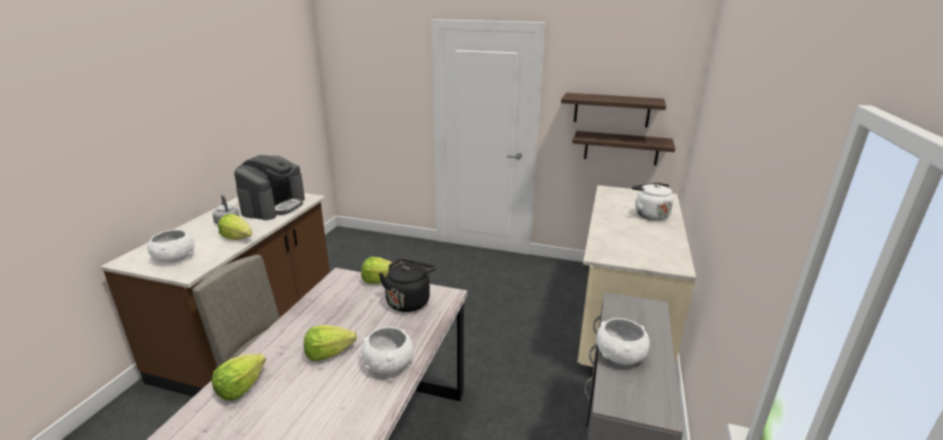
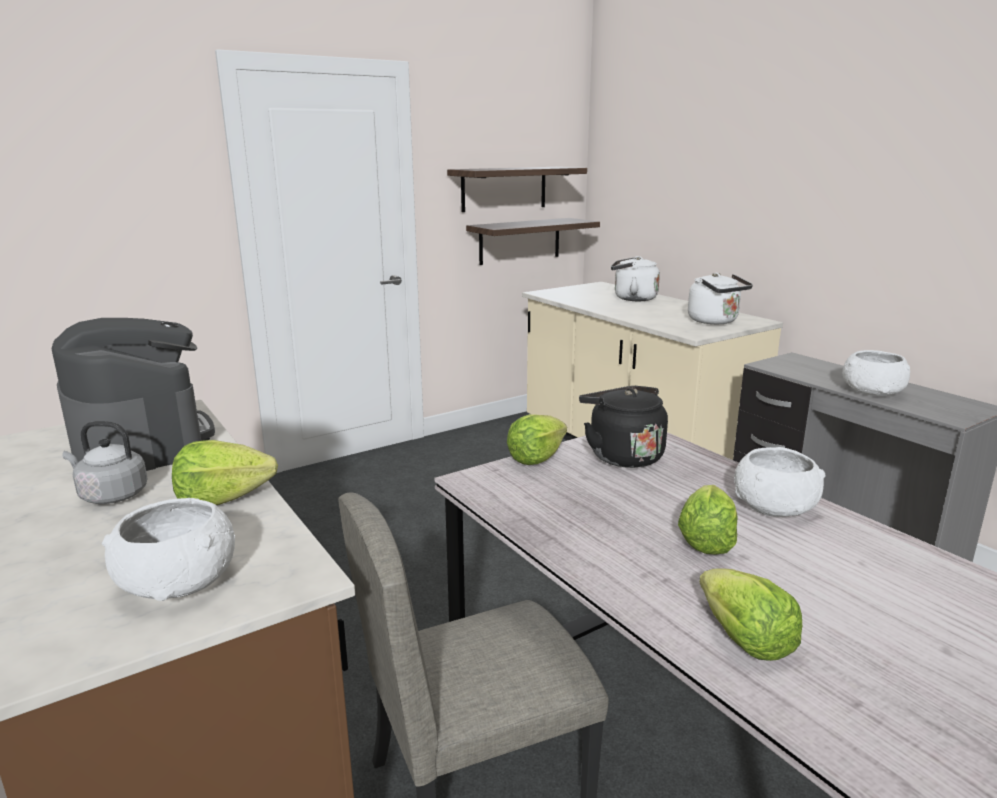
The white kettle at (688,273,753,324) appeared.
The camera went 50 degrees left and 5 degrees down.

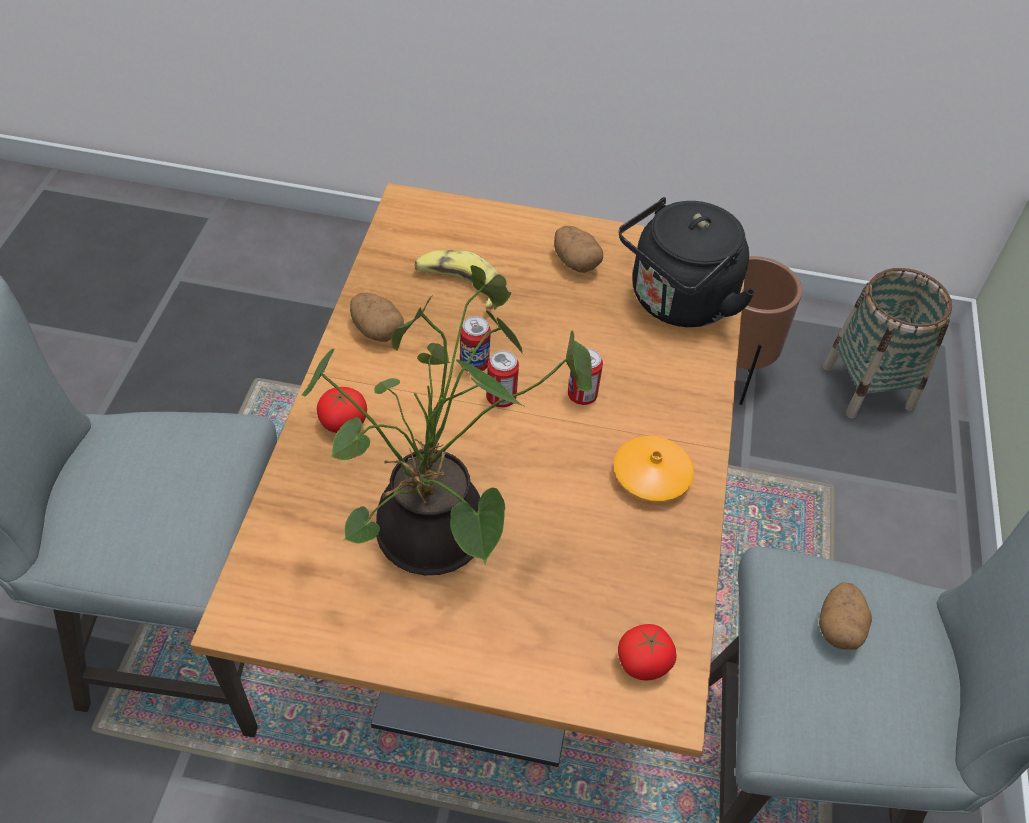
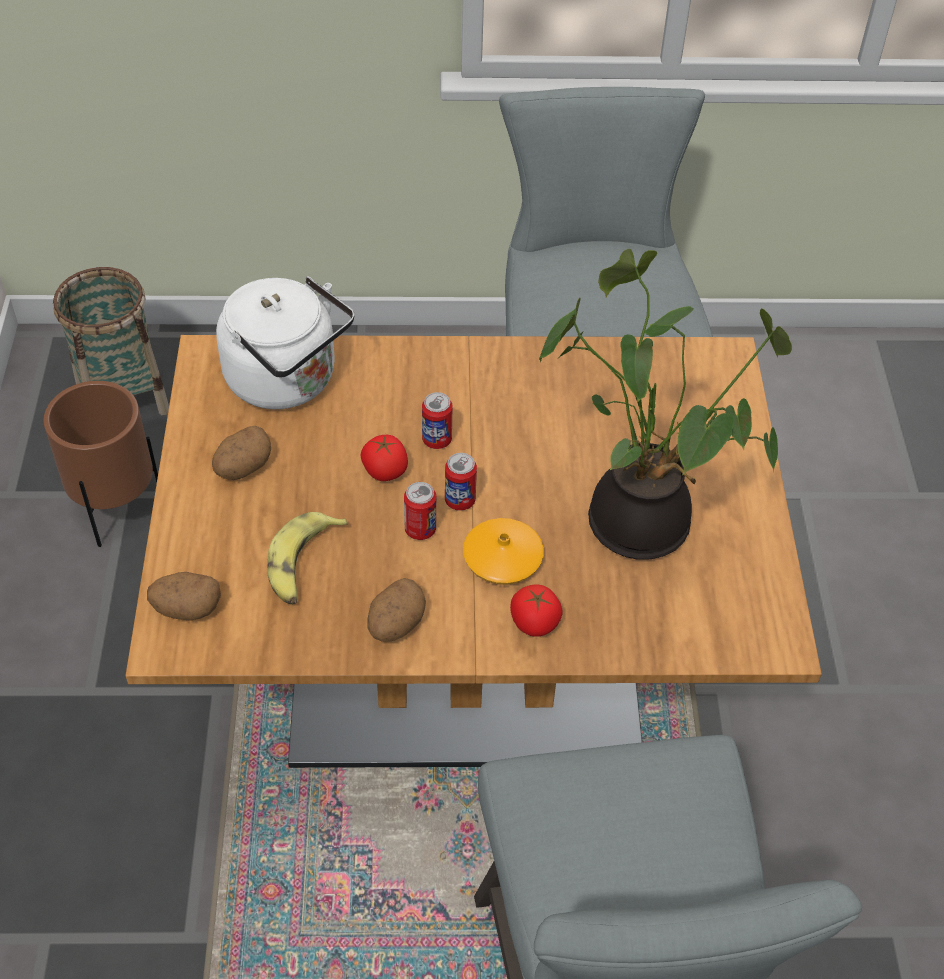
The orange vase moved from (614,436,694,503) to (463,518,544,585).
The tomato moved from (618,624,677,680) to (360,434,408,481).
The potato moved from (819,582,872,650) to (147,572,221,621).
The black kettle at (619,197,756,327) became the white kettle at (216,276,354,409).
The camera went 100 degrees left and 0 degrees up.

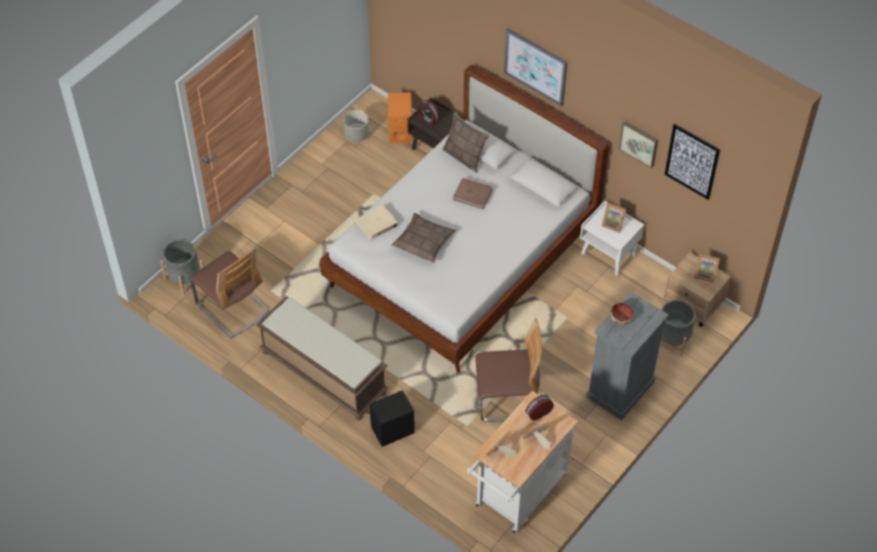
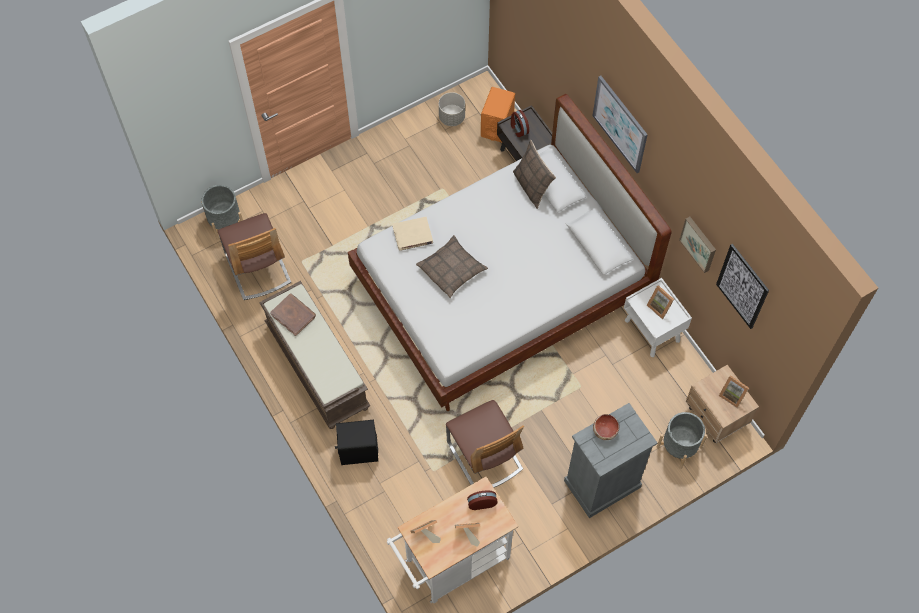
The brown book moved from (453,178,493,209) to (270,294,316,336).
The chair at (475,318,542,422) turned 45 degrees clockwise.
The camera went 20 degrees right and 10 degrees up.

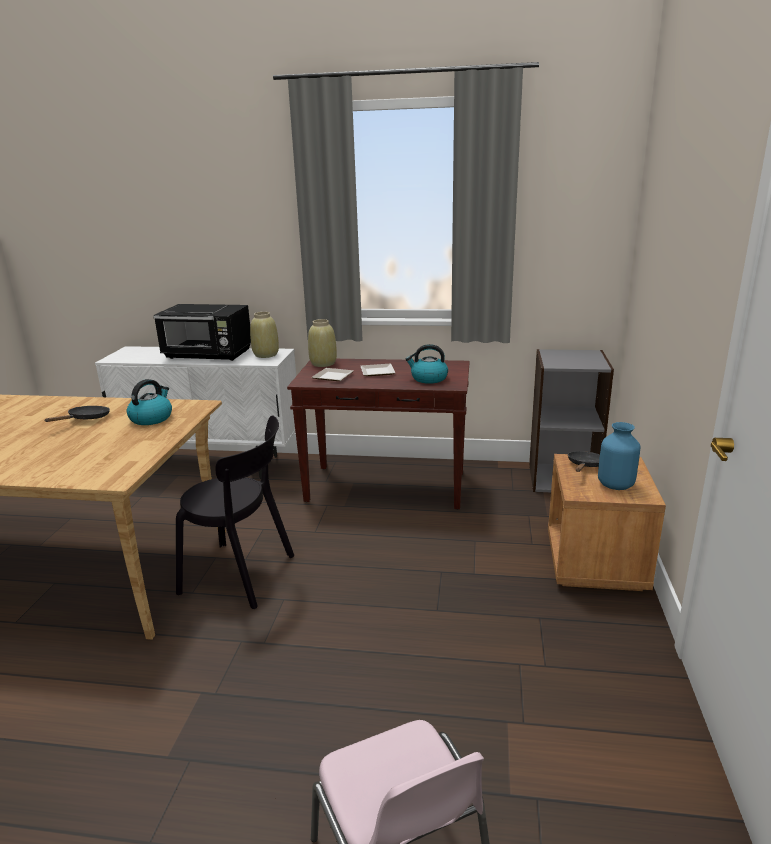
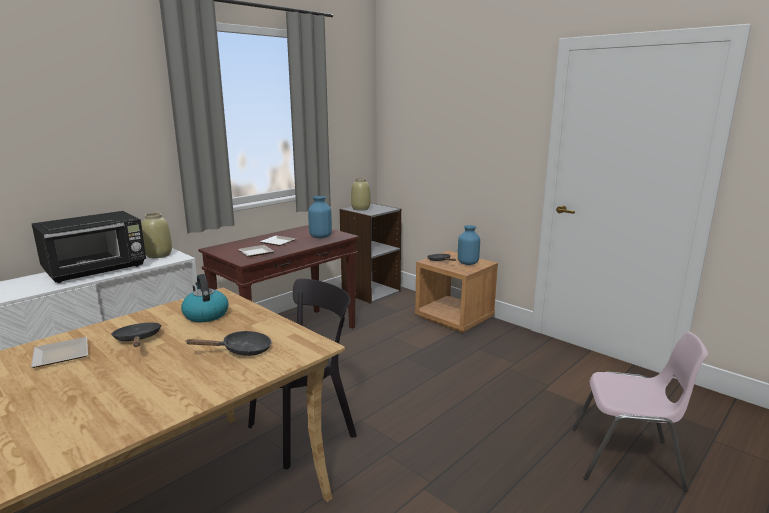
The plate at (31,337,88,368) appeared.
The black frying pan at (185,331,272,356) appeared.
The beige vase moved from (308,319,337,367) to (351,178,370,211).
The kettle at (405,344,448,384) was replaced by the blue vase at (308,196,332,238).
The camera went 55 degrees left and 5 degrees down.

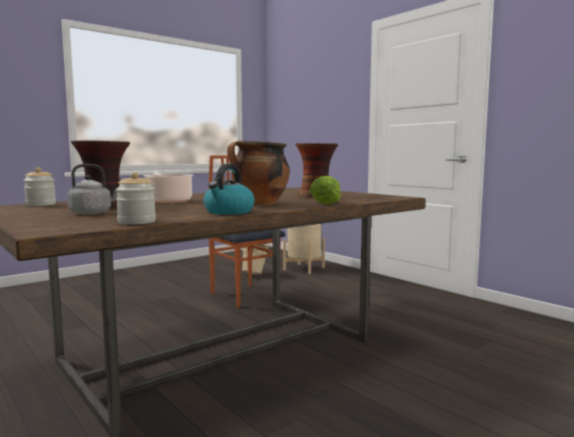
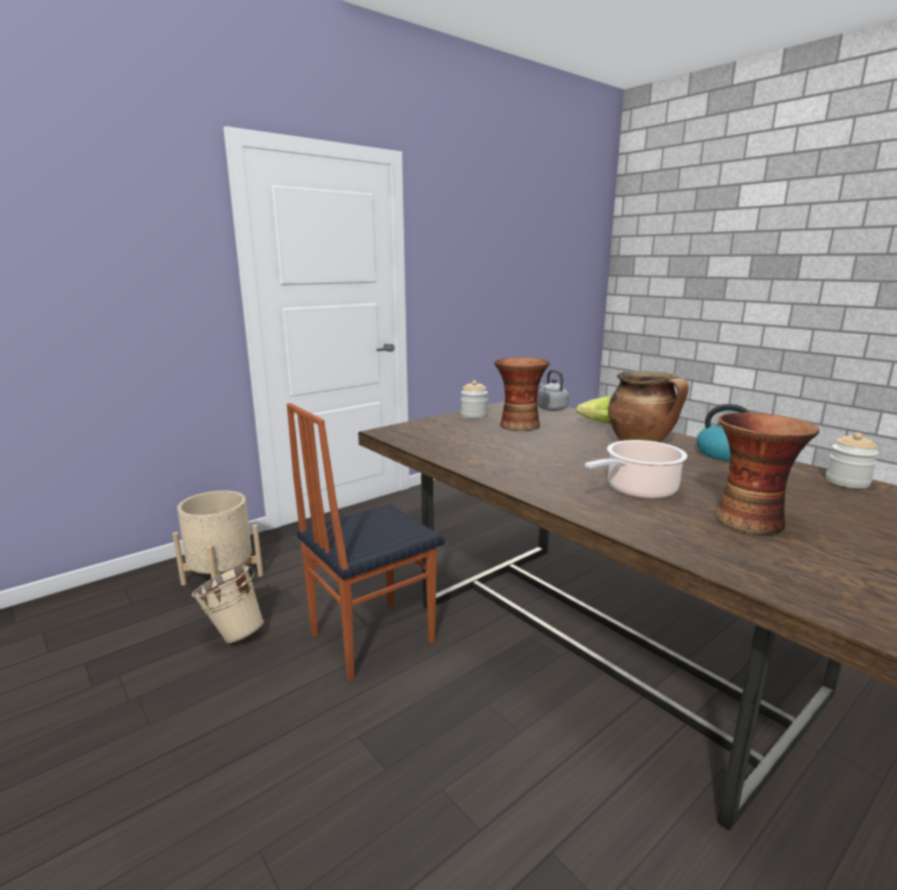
The jar moved from (23,167,56,206) to (461,380,488,419).
The grey kettle moved from (67,164,118,215) to (537,370,569,411).
The camera went 90 degrees left and 10 degrees up.

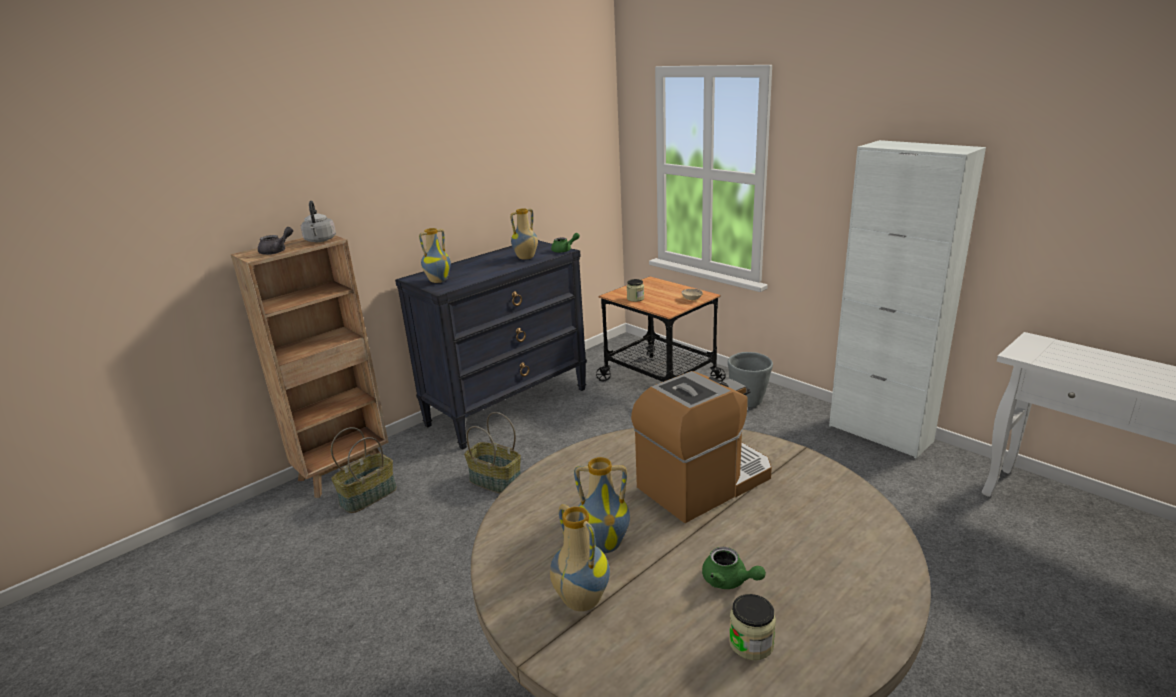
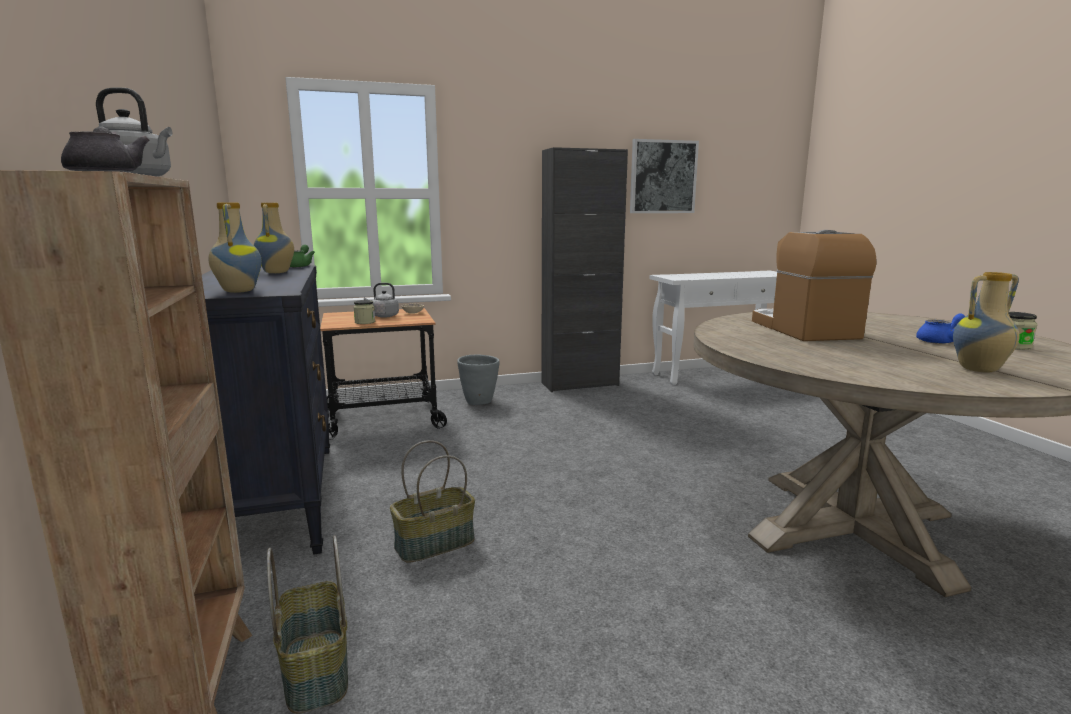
The vase at (574,457,630,553) disappeared.
The grey kettle at (364,283,399,318) appeared.
The picture at (630,139,699,213) appeared.
The green teapot at (702,547,766,589) became the blue teapot at (916,314,965,344).
The white cabinet at (829,140,986,458) became the black cabinet at (541,147,628,392).
The camera went 65 degrees left and 10 degrees down.

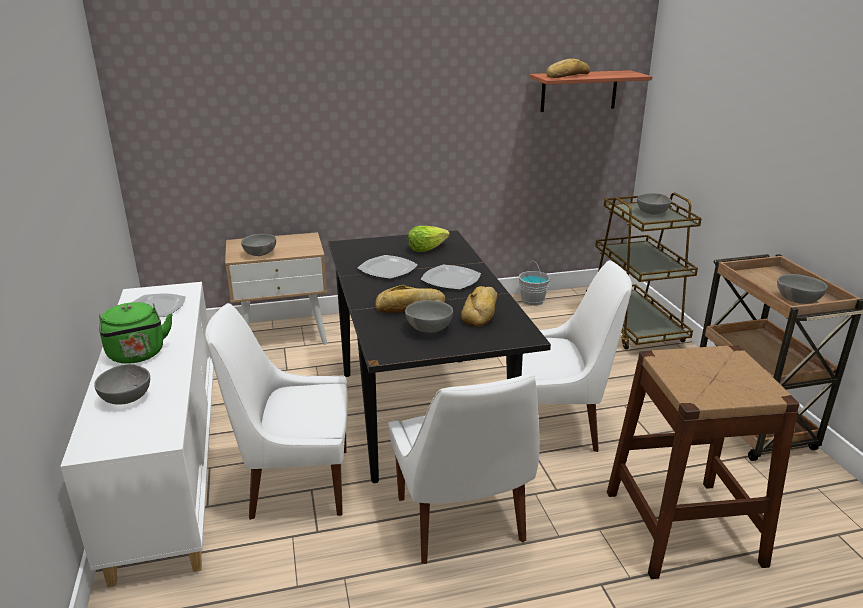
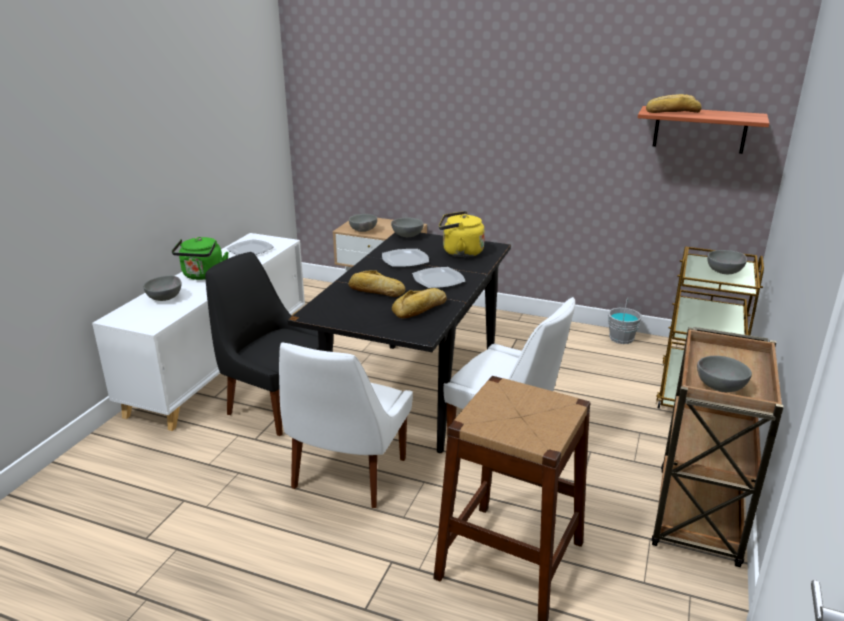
The grey bowl moved from (405,300,453,333) to (391,218,424,237).
The lettuce at (408,226,450,252) was replaced by the yellow kettle at (439,211,485,257).
The white chair at (205,303,348,520) became the black chair at (205,252,319,436).
The camera went 35 degrees right and 0 degrees up.

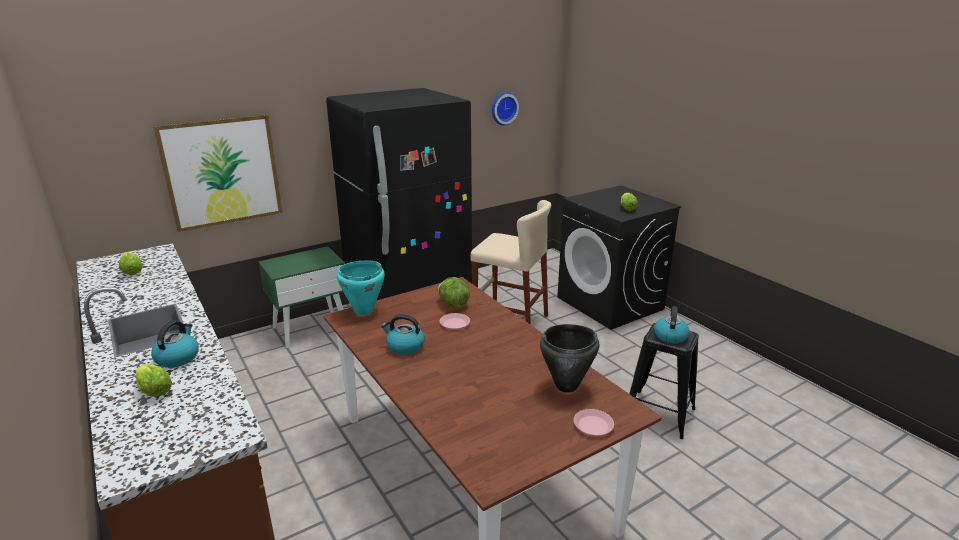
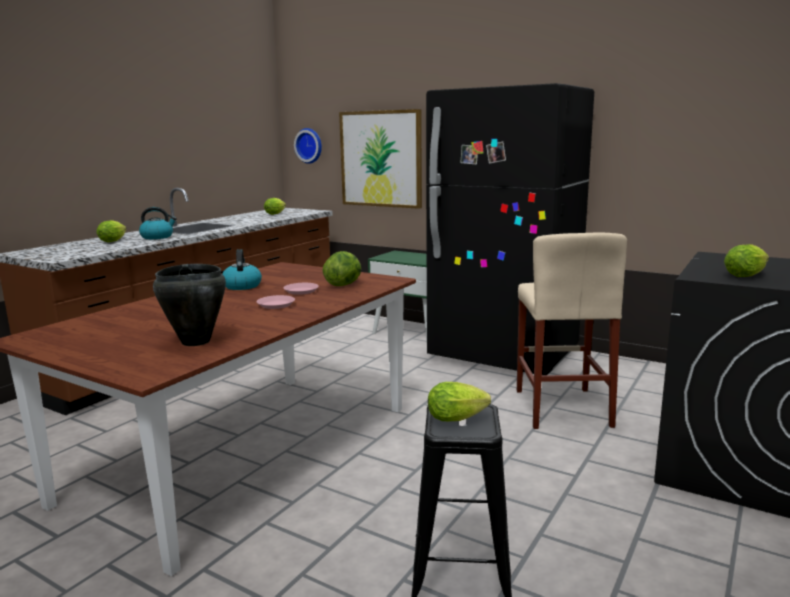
The turquoise cooking pot at (337,260,385,316) disappeared.
The wall clock moved from (492,92,519,125) to (294,128,322,164).
The pink plate moved from (574,409,614,436) to (257,295,295,309).
The kettle at (654,306,690,344) was replaced by the lettuce at (428,382,491,421).
The camera went 65 degrees right and 10 degrees down.

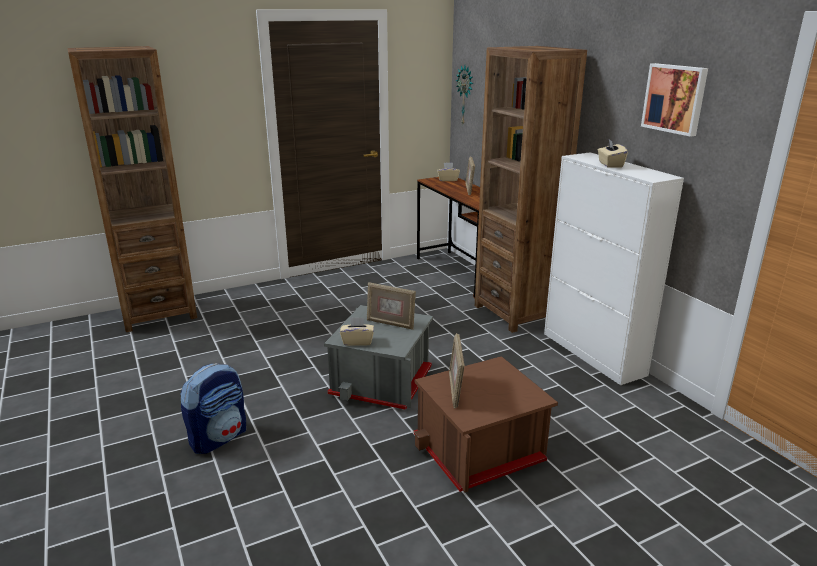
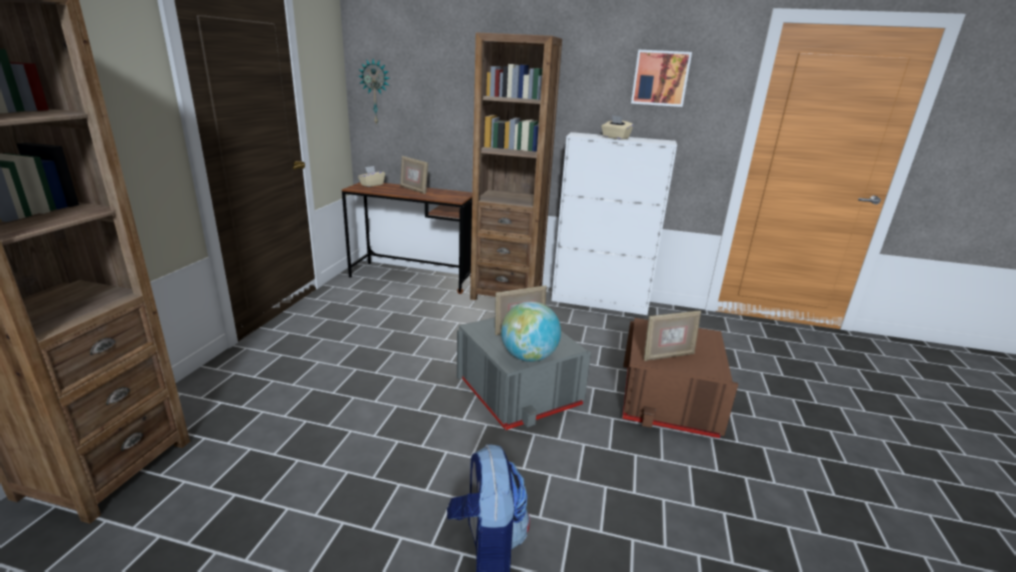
The beige tissue box at (340,317,374,346) was replaced by the globe at (501,302,561,362).
The picture frame at (449,333,465,408) turned 60 degrees counterclockwise.
The camera went 50 degrees left and 0 degrees up.

